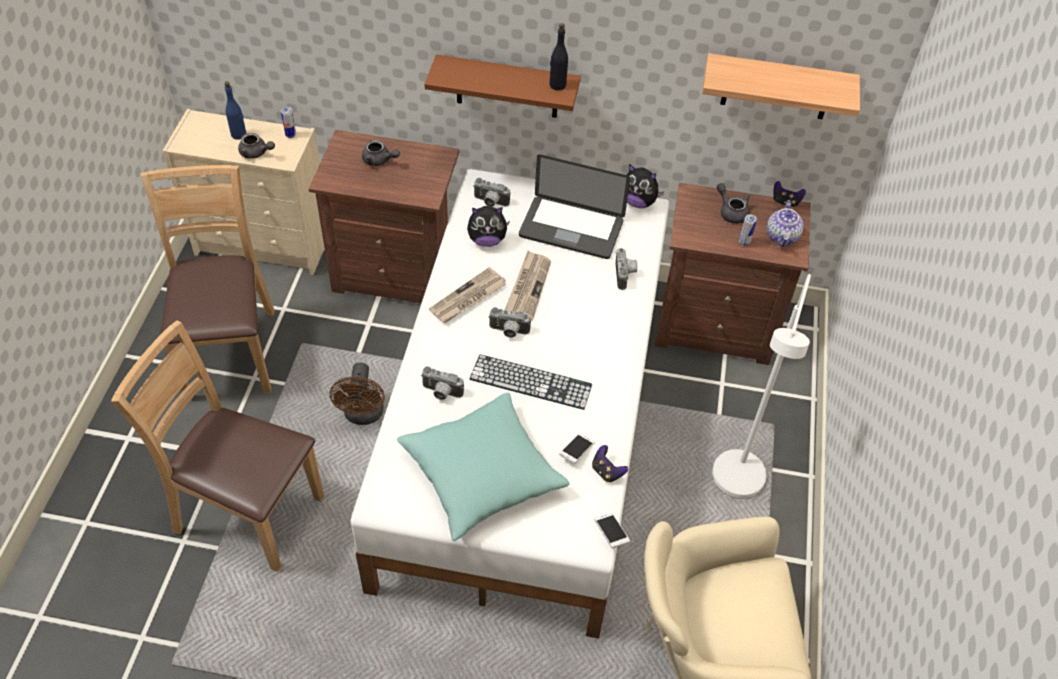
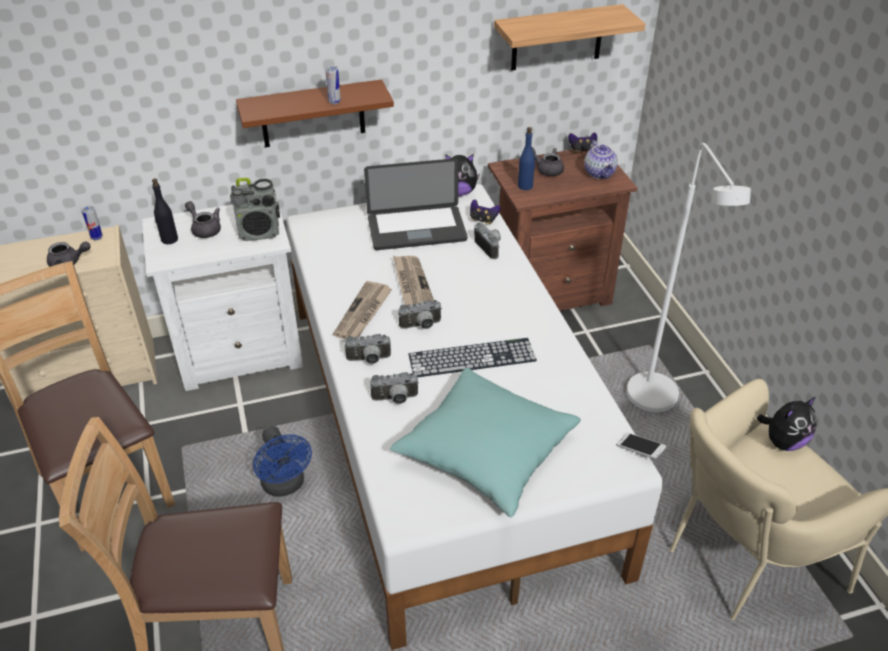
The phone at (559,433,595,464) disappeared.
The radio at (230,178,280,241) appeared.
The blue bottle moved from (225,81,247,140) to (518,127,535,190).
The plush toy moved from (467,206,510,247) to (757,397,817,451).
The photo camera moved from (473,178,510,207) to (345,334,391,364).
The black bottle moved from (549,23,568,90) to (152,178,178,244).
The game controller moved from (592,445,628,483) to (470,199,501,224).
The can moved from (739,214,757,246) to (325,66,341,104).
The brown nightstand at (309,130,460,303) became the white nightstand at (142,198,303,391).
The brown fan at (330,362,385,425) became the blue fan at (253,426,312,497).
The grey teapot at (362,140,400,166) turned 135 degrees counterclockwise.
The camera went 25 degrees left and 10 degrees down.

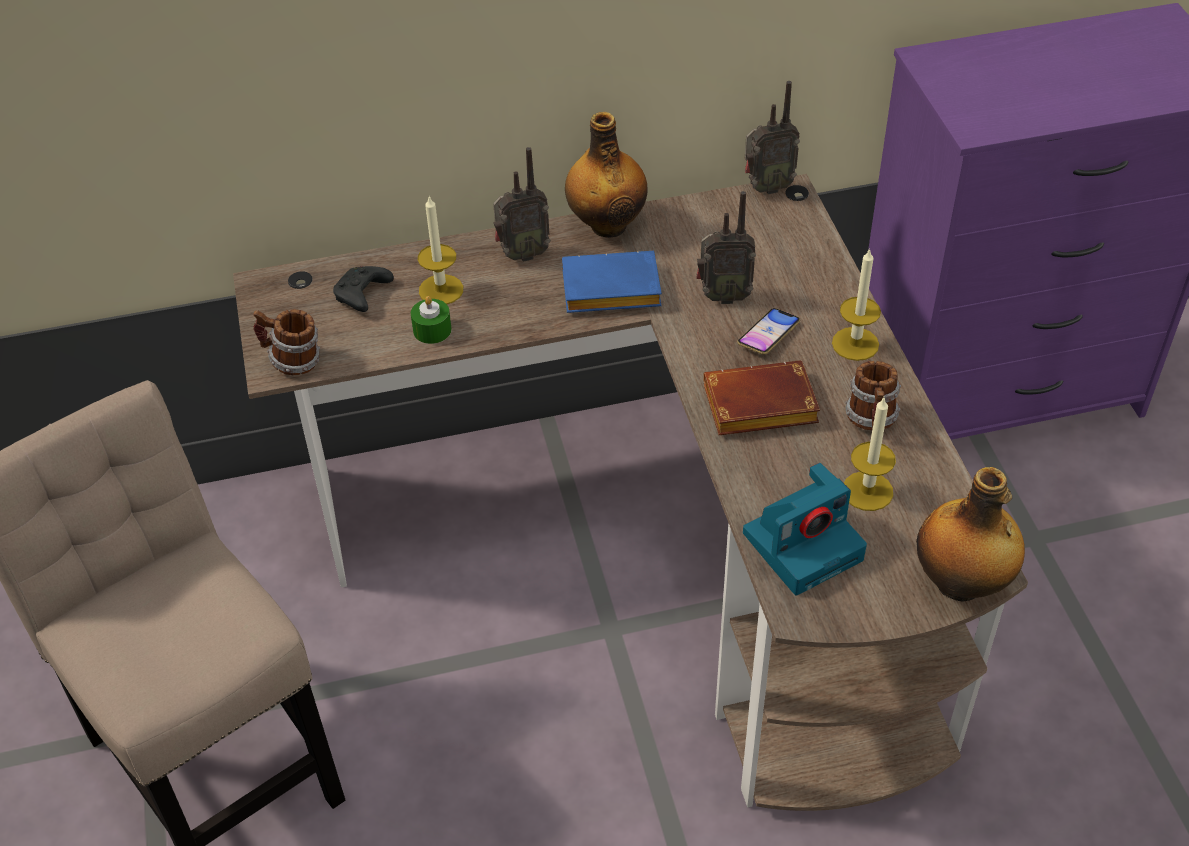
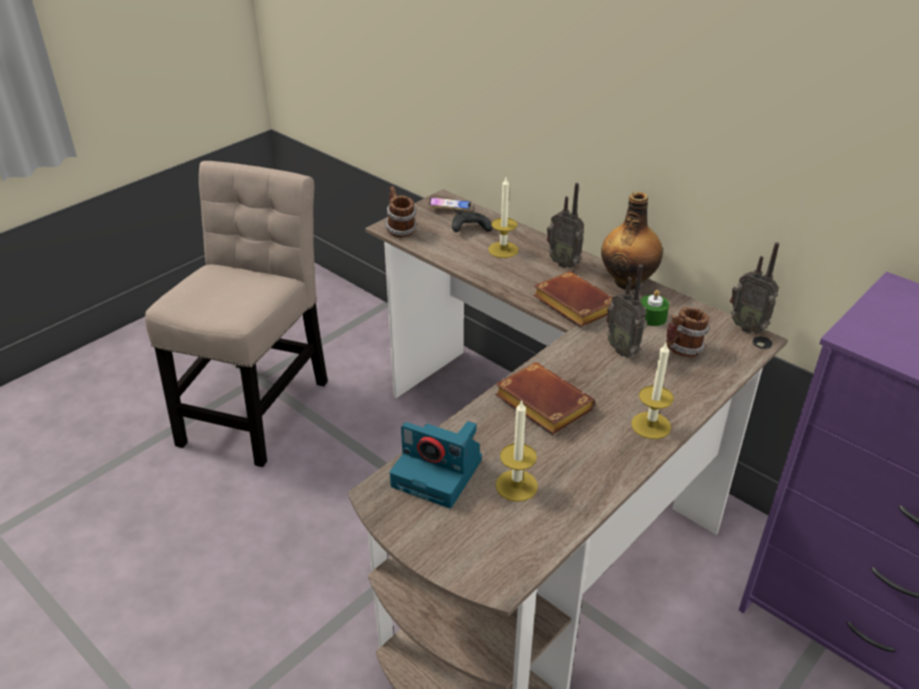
The bottle at (916,467,1025,602) disappeared.
The green candle moved from (411,296,452,344) to (640,290,669,326).
The phone moved from (737,308,800,354) to (428,197,471,211).
The mug moved from (845,361,901,430) to (666,307,710,357).
The blue book at (562,251,662,313) became the brown book at (533,271,612,327).
The camera went 55 degrees right and 10 degrees down.

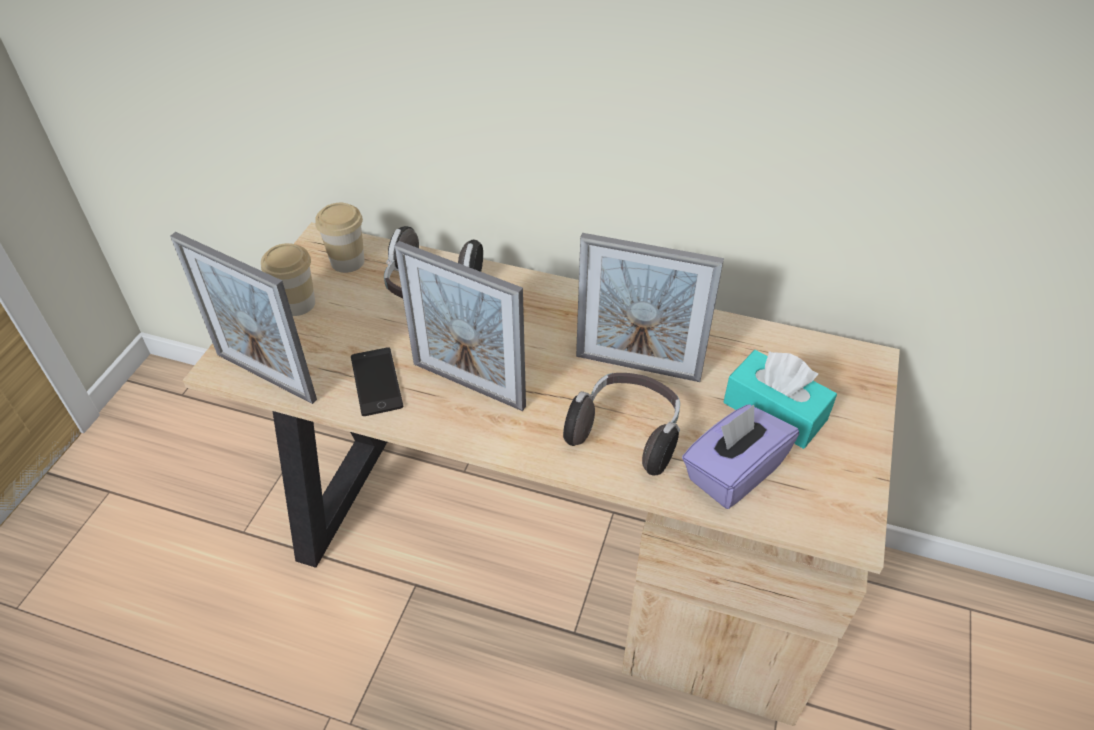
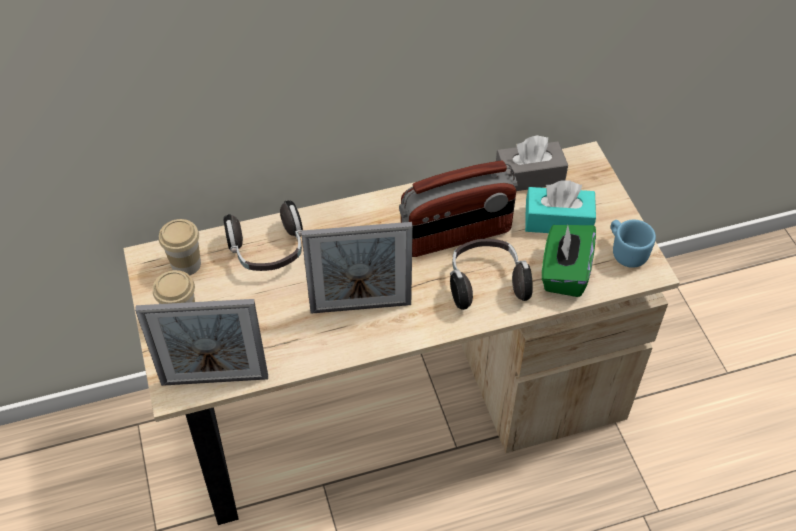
The phone at (351,347,403,416) disappeared.
The grey tissue box at (496,135,568,191) appeared.
The blue mug at (611,220,656,268) appeared.
The picture frame at (576,233,724,382) was replaced by the radio at (399,160,518,257).
The purple tissue box at (682,404,799,509) became the green tissue box at (542,225,596,297).
The camera went 35 degrees left and 5 degrees up.

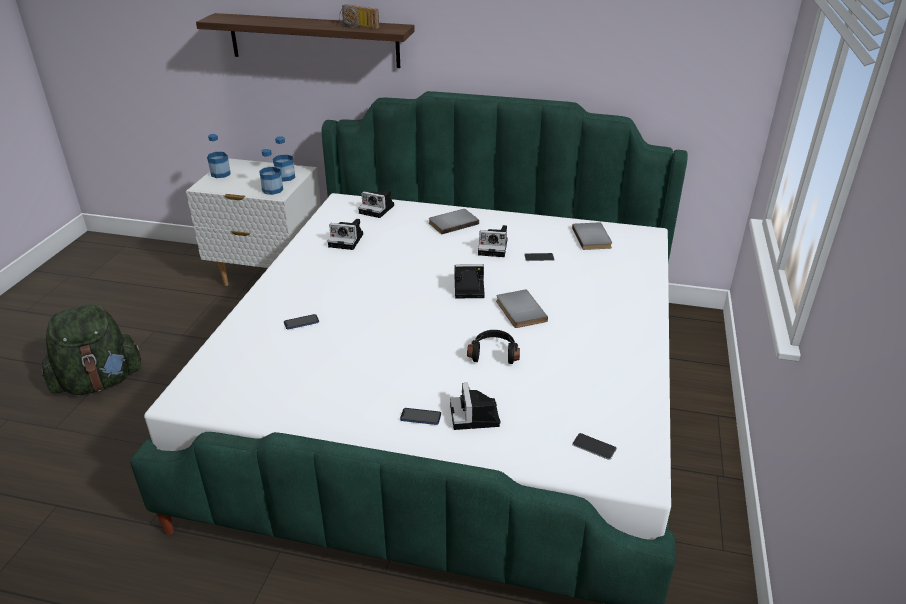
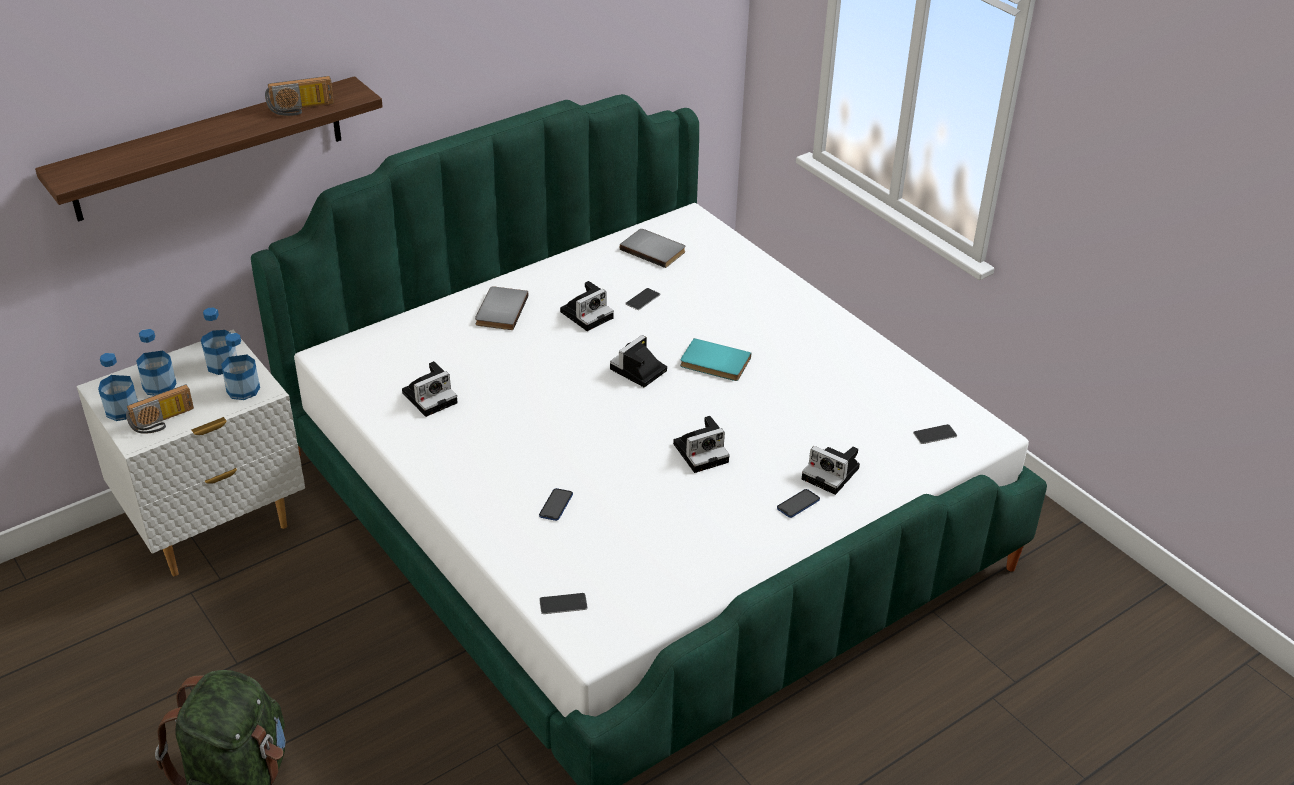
The black headphones at (467,330,520,364) disappeared.
The radio at (126,385,194,434) appeared.
The bottle at (136,329,177,396) appeared.
The phone at (539,593,588,614) appeared.
The photo camera moved from (358,190,394,218) to (673,416,730,473).
The grey book at (496,289,548,328) became the turquoise book at (680,338,751,381).
The camera went 50 degrees left and 5 degrees up.

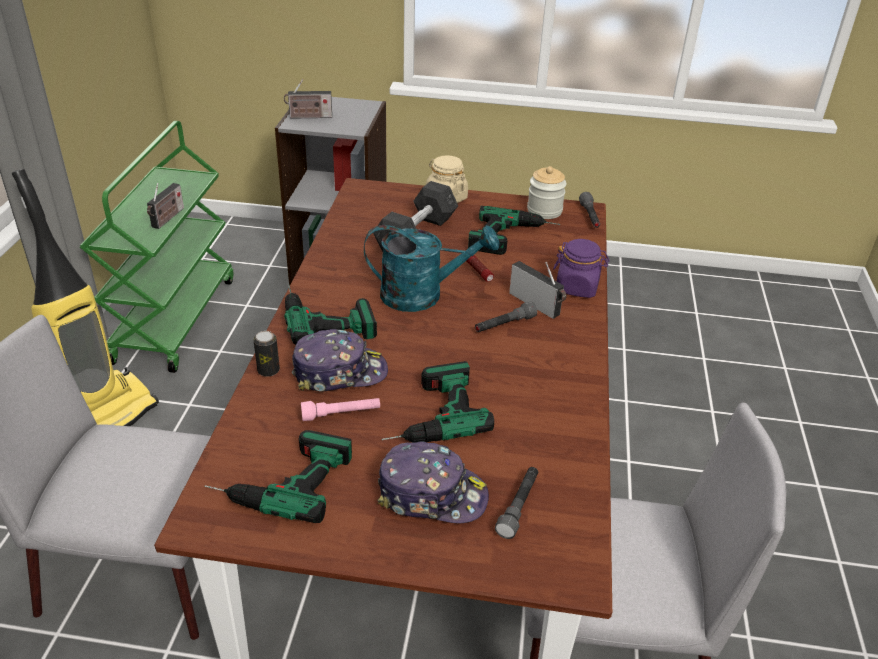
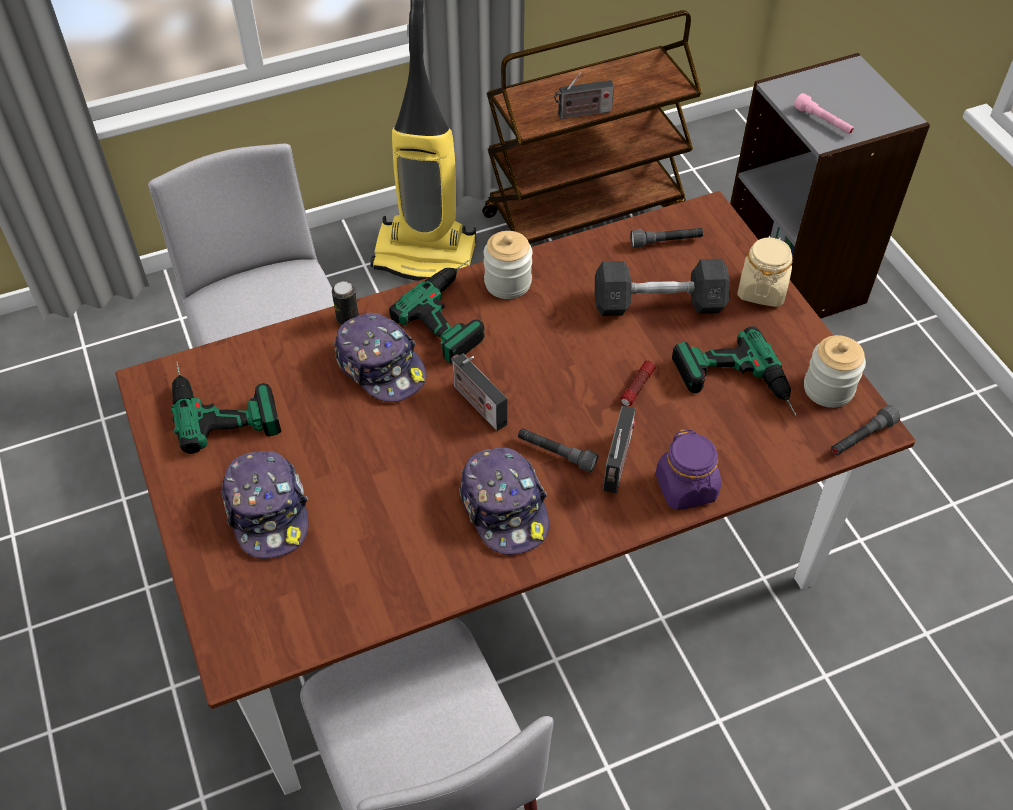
The turquoise watering can at (364,225,499,312) disappeared.
The power drill at (381,361,494,443) disappeared.
The cap at (459,448,549,555) appeared.
The jar at (484,231,532,299) appeared.
The radio moved from (284,79,332,119) to (451,354,507,431).
The pink flashlight moved from (301,398,380,421) to (794,93,854,134).
The grey flashlight moved from (495,467,538,539) to (631,228,703,248).
The green cart at (80,121,234,373) became the brown cart at (482,10,702,244).
The camera went 60 degrees right and 15 degrees up.

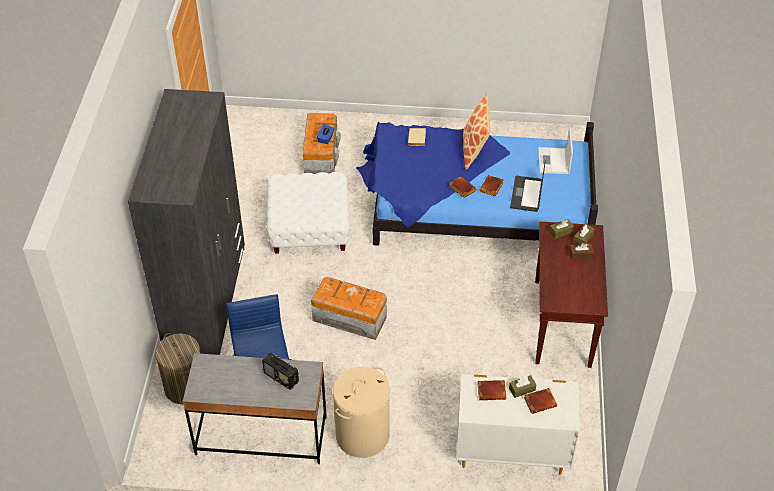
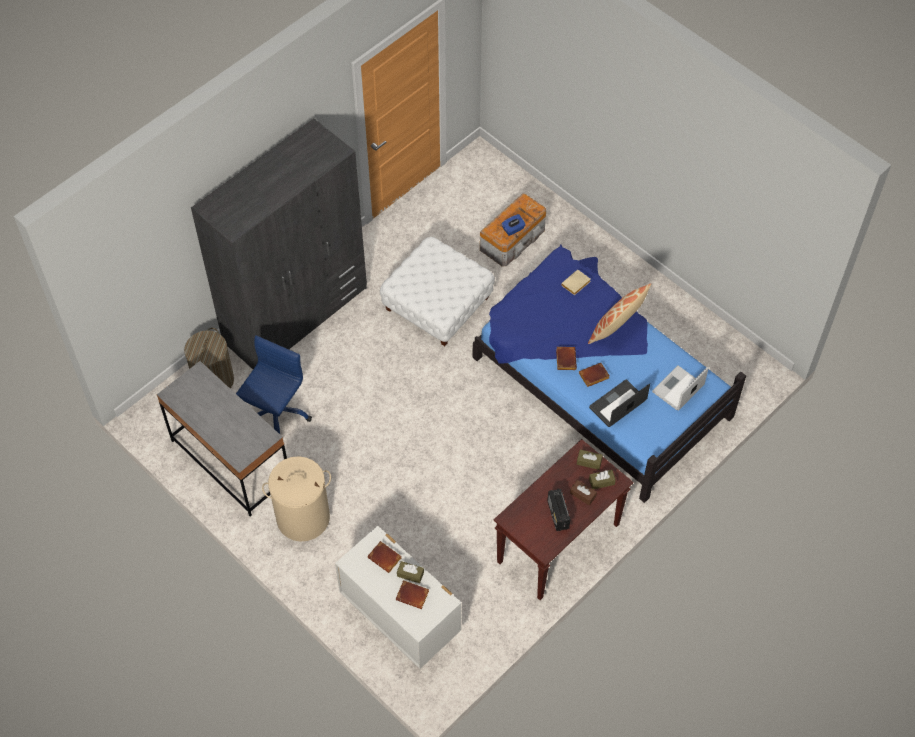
The storage box at (311,277,387,340) disappeared.
The radio moved from (262,352,299,390) to (547,489,570,531).
The camera went 40 degrees right and 10 degrees up.

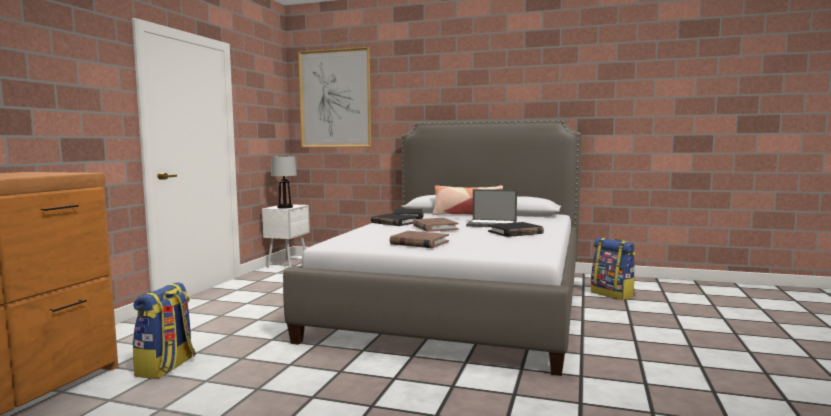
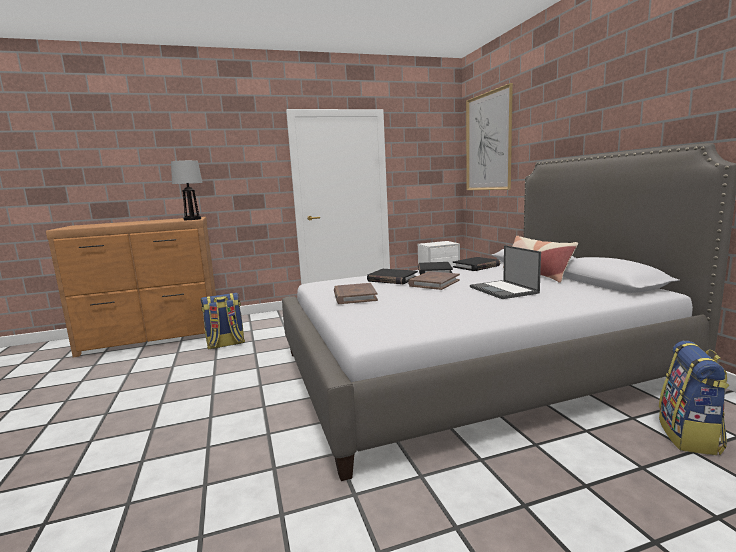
The table lamp moved from (271,156,297,209) to (171,160,203,220).
The black book moved from (488,222,544,237) to (367,269,418,284).
The camera went 55 degrees right and 5 degrees up.

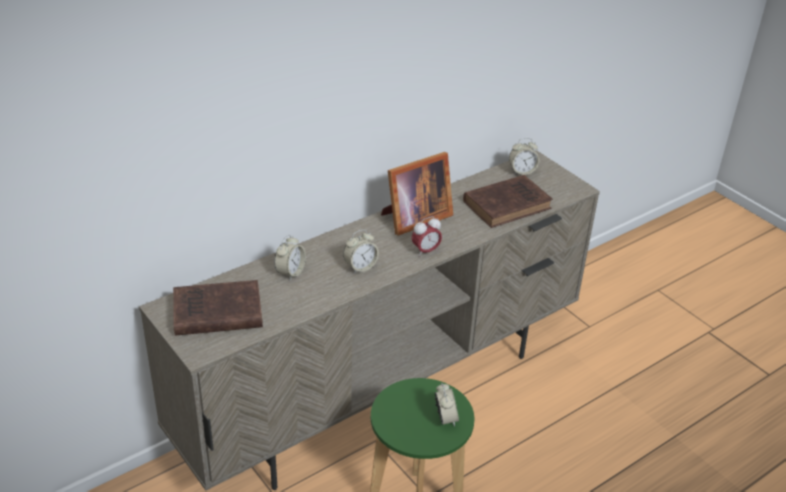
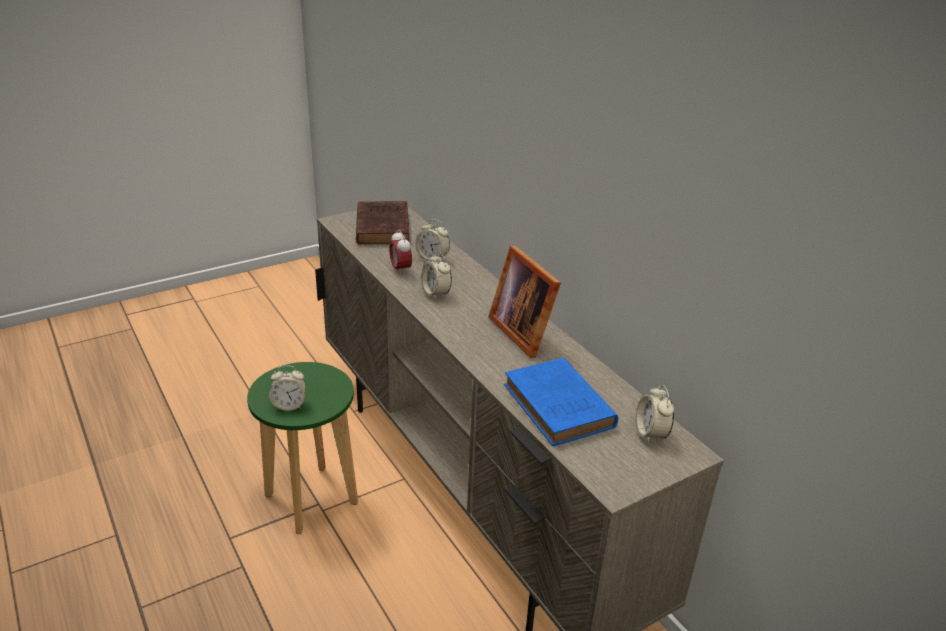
The alarm clock moved from (412,216,442,257) to (389,230,412,276).
The brown book at (463,175,553,228) became the blue book at (504,358,618,446).
The camera went 95 degrees right and 5 degrees down.

